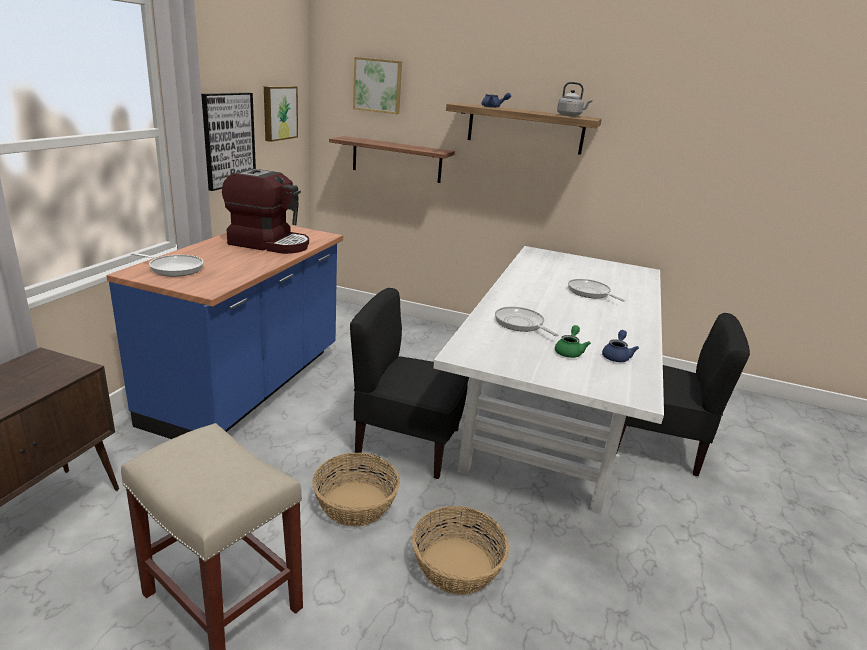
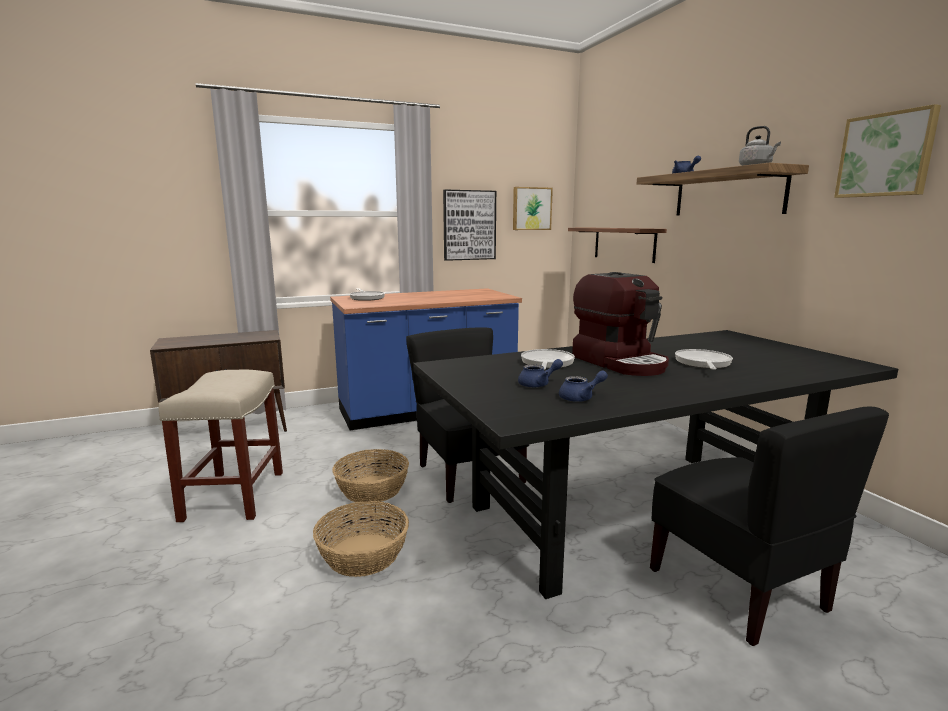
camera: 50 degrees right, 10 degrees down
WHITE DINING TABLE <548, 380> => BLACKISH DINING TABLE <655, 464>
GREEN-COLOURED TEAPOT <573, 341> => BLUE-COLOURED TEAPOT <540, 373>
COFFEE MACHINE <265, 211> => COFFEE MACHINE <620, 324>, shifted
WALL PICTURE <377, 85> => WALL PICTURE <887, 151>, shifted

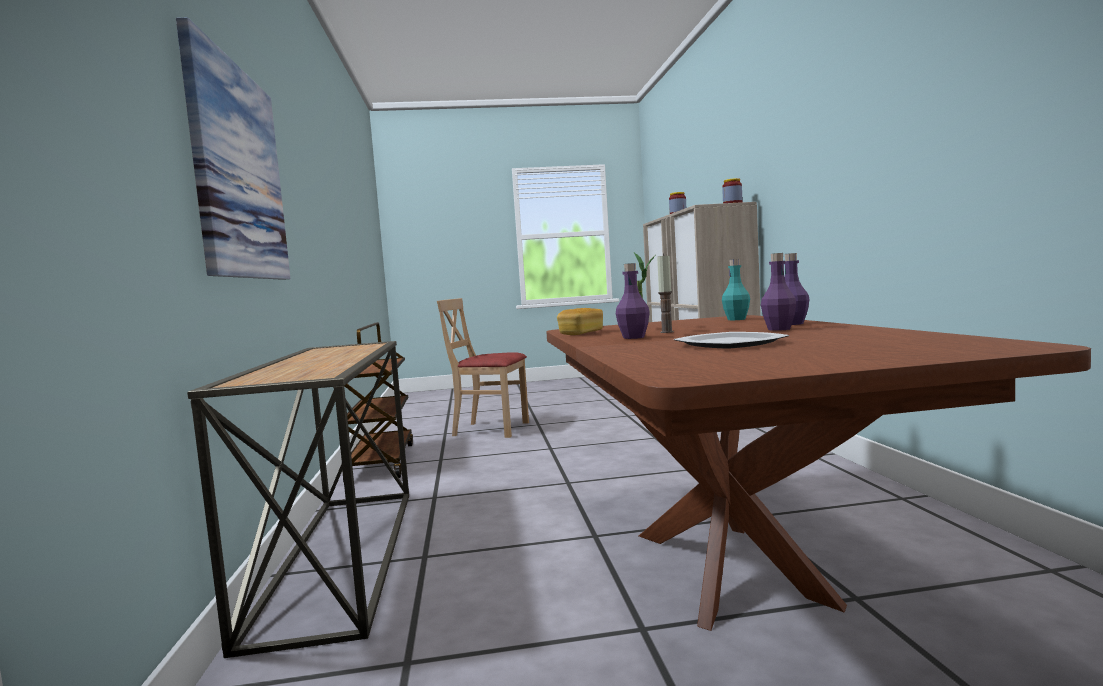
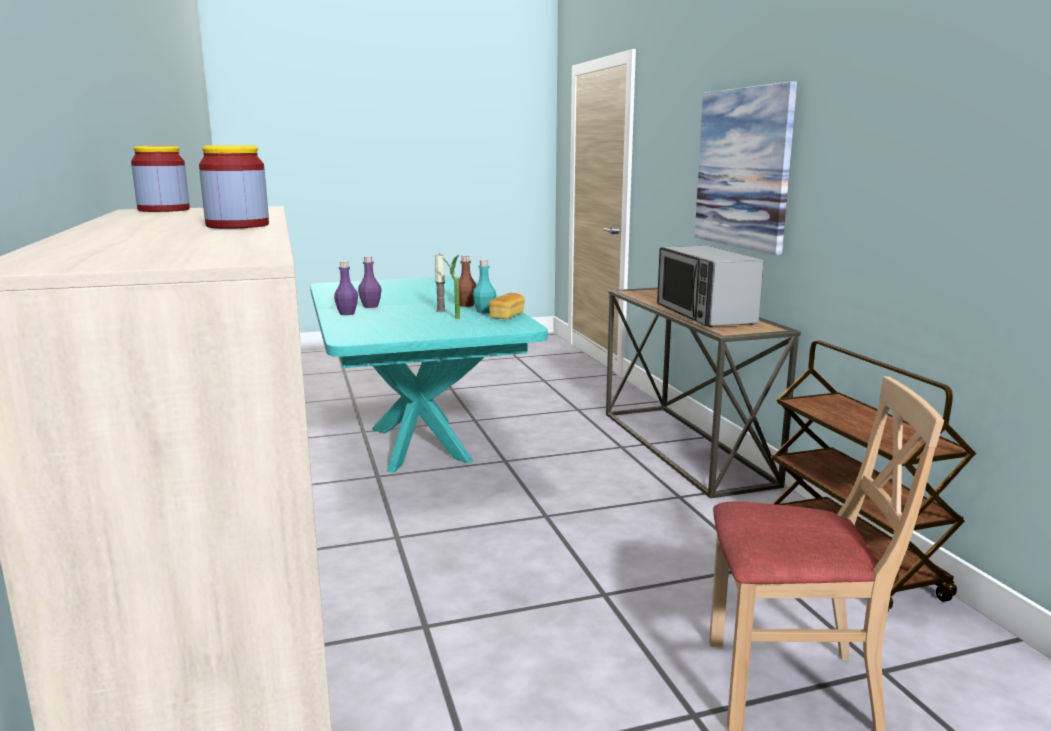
camera: 170 degrees right, 10 degrees up
BROWN DINING TABLE <818, 473> => BLUE-GREEN DINING TABLE <429, 374>
PURPLE-COLOURED BOTTLE <633, 301> => BROWN BOTTLE <468, 281>
BLUE-GREEN BOTTLE <736, 289> => BLUE-GREEN BOTTLE <484, 286>, shifted
nothing => KITCHEN MICROWAVE <710, 286>
FLAT DISH <731, 340> => nothing

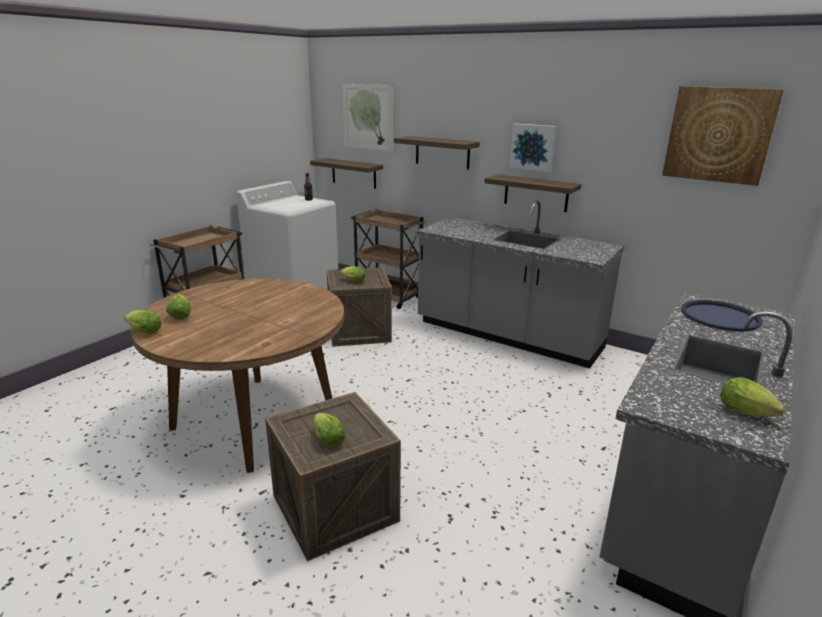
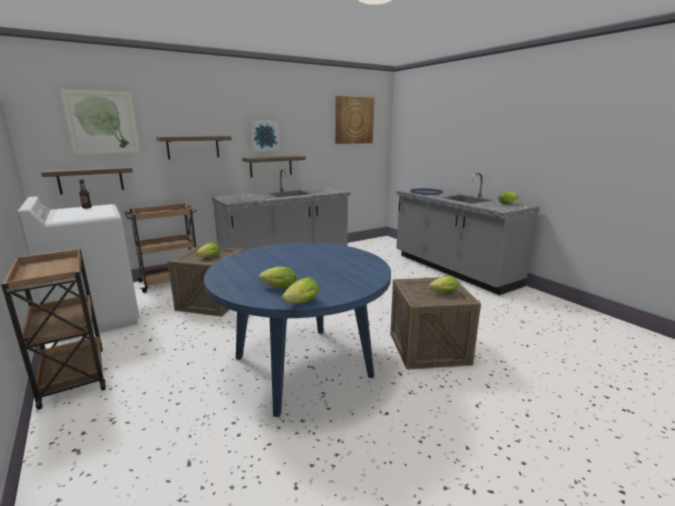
camera: 65 degrees left, 5 degrees down
BROWN DINING TABLE <237, 375> => BLUE-COLOURED DINING TABLE <297, 330>

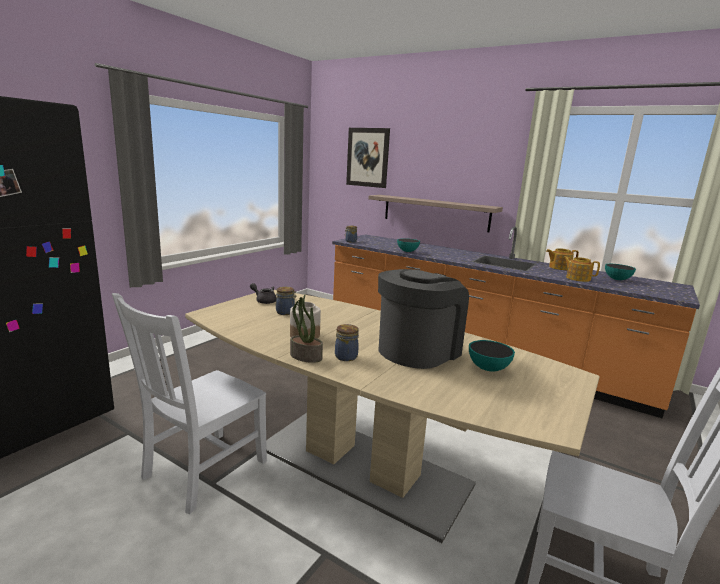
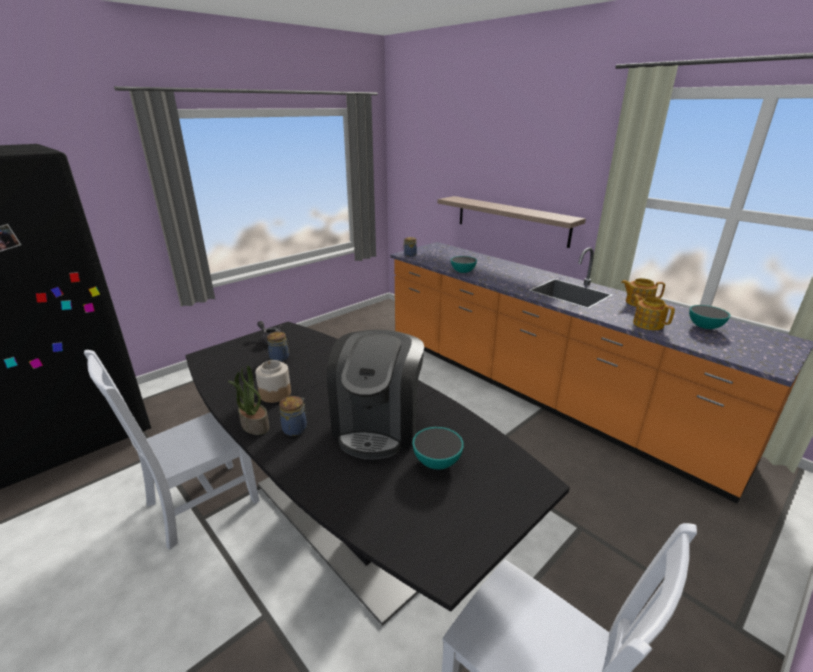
camera: 15 degrees right, 10 degrees up
BEIGE DINING TABLE <392, 416> => BLACKISH DINING TABLE <377, 474>
COFFEE MACHINE <423, 319> => COFFEE MACHINE <375, 395>, 135 degrees clockwise
WALL PICTURE <368, 158> => nothing

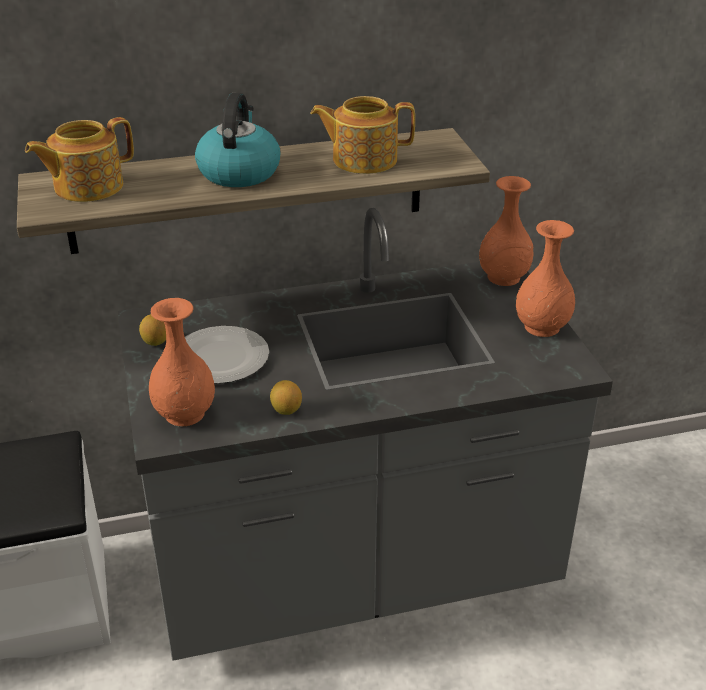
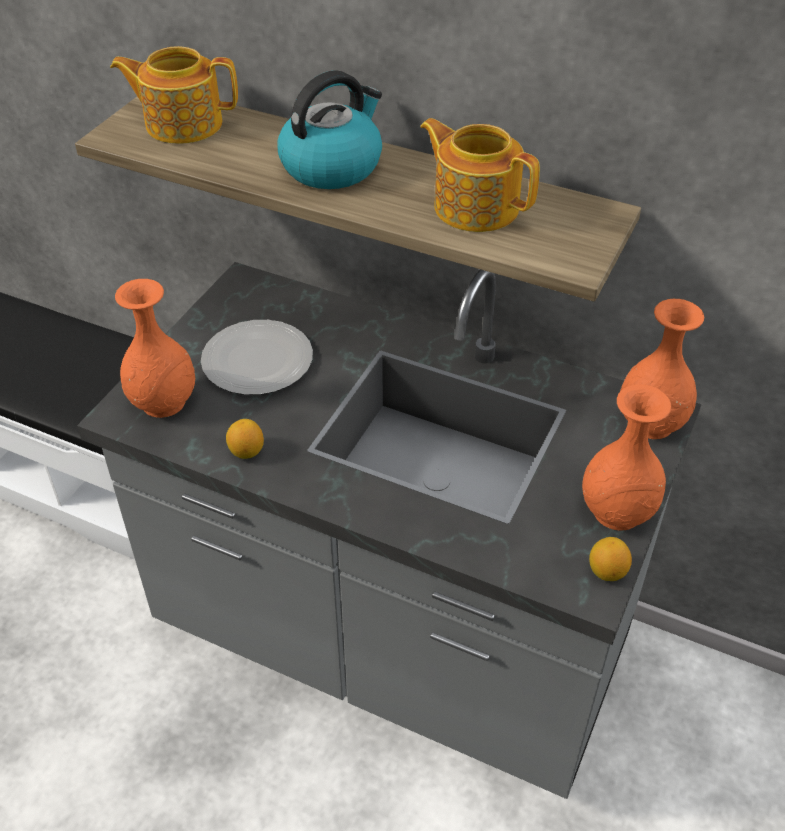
camera: 40 degrees right, 10 degrees up
CITRUS FRUIT <152, 330> => CITRUS FRUIT <610, 559>, shifted

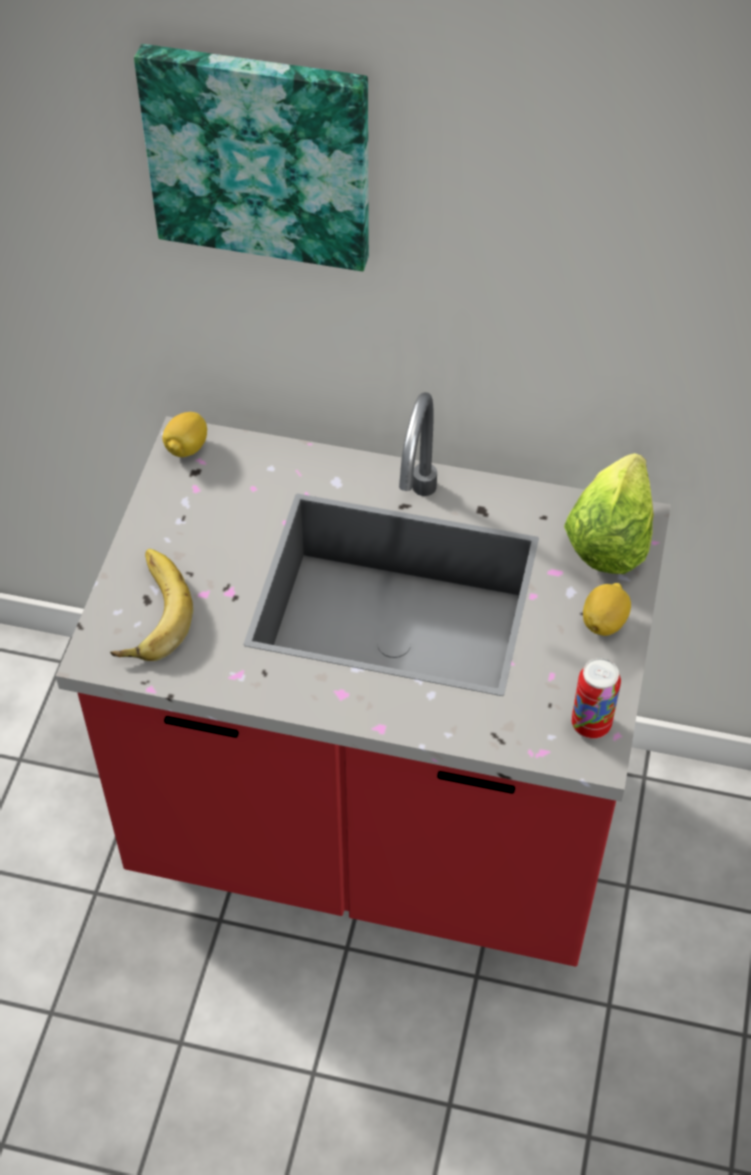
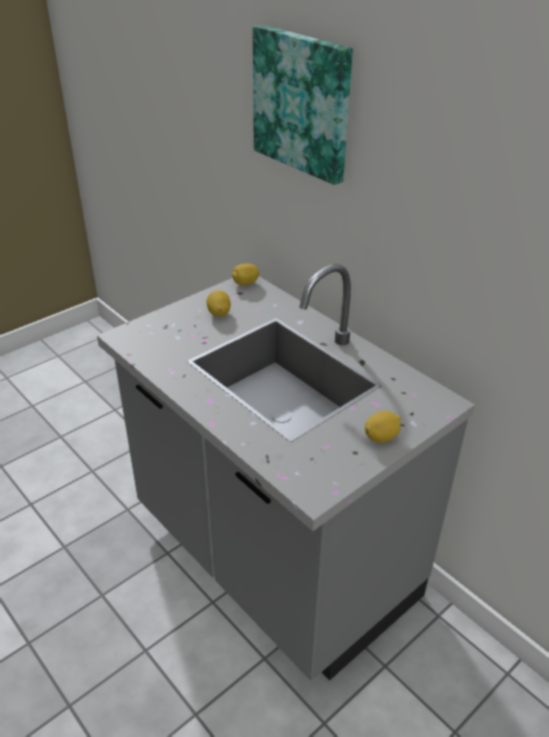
camera: 35 degrees right, 15 degrees down
RED KITCHEN COUNTER <363, 679> => GREY KITCHEN COUNTER <286, 472>
nothing => CITRUS FRUIT <219, 303>
BANANA FRUIT <151, 605> => nothing
HEAD OF LETTUCE <609, 513> => nothing
CAN <596, 698> => nothing

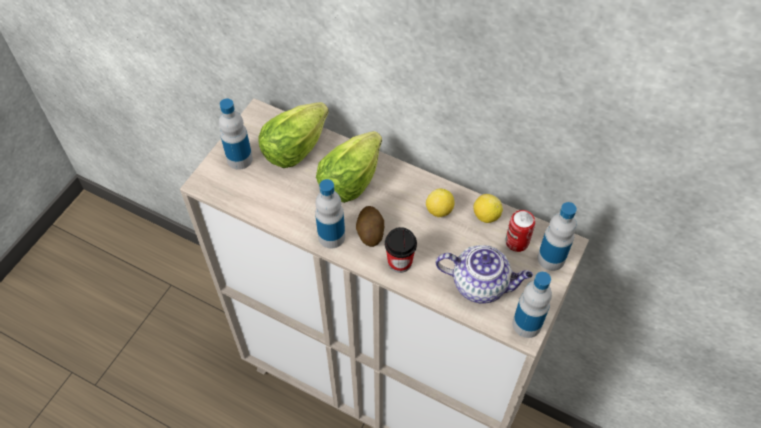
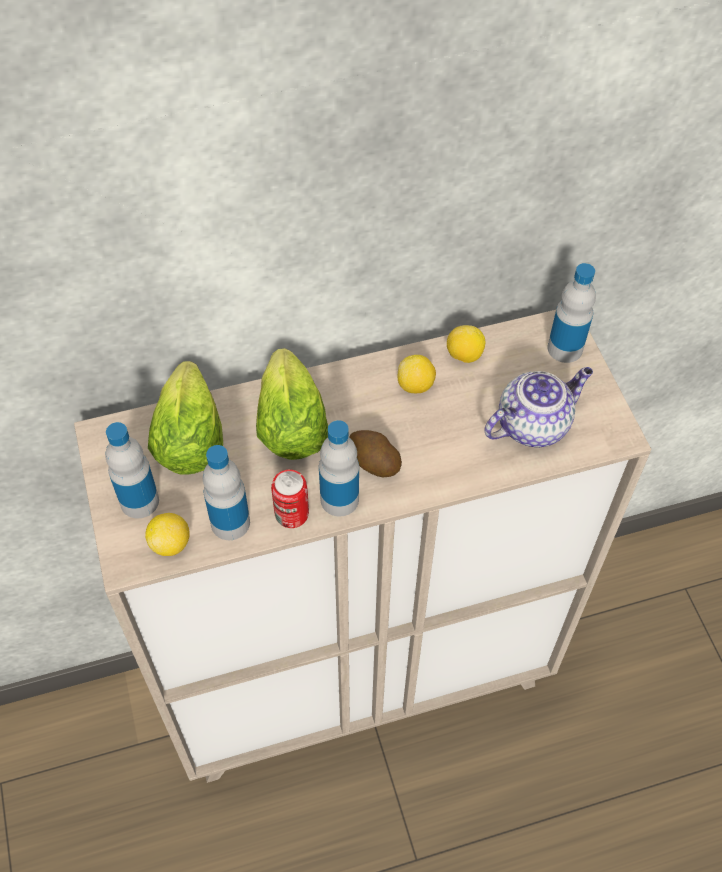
camera: 45 degrees left, 0 degrees up
nothing => CITRUS FRUIT <167, 534>
BOTTLE <532, 305> => BOTTLE <226, 492>, shifted
CAN <520, 231> => CAN <290, 499>, shifted
SMALL CUP <401, 250> => nothing

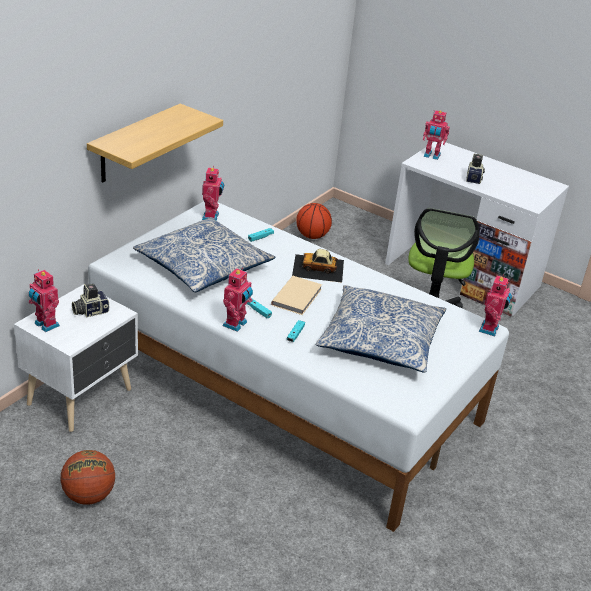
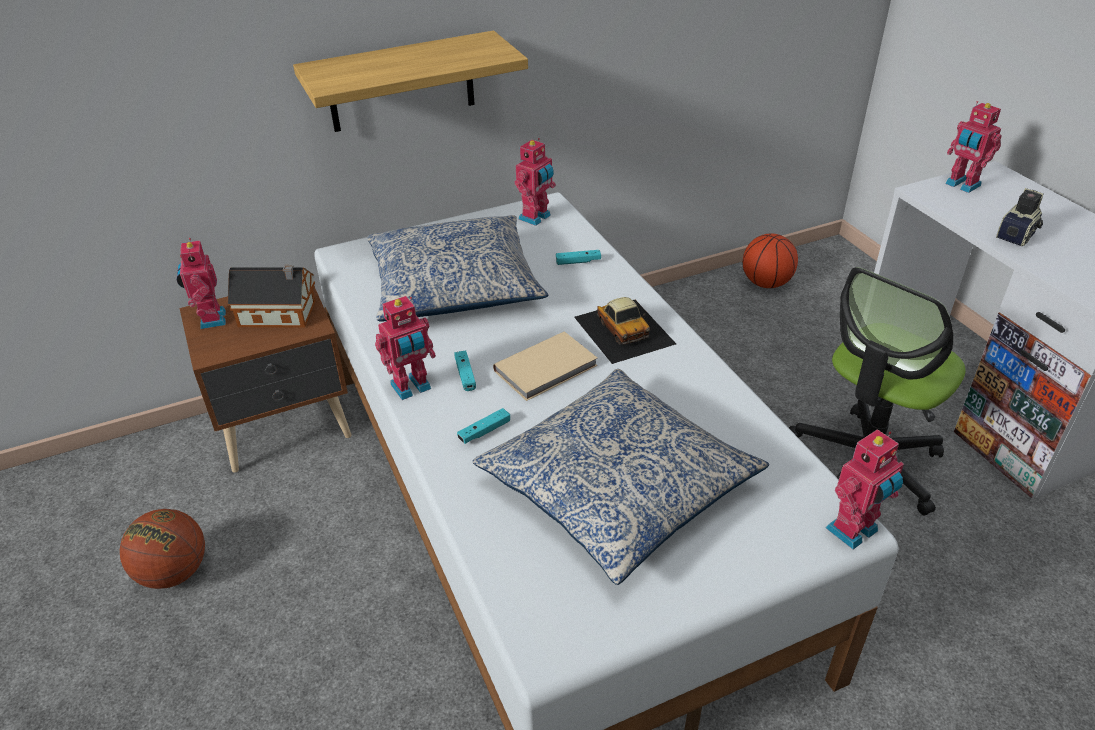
camera: 35 degrees right, 5 degrees up
WHITE BEDSIDE TABLE <76, 358> => BROWN BEDSIDE TABLE <265, 379>
PHOTO CAMERA <90, 301> => MODEL HOUSE <272, 296>
TOY CAR <318, 266> => TOY CAR <625, 330>, 150 degrees counterclockwise

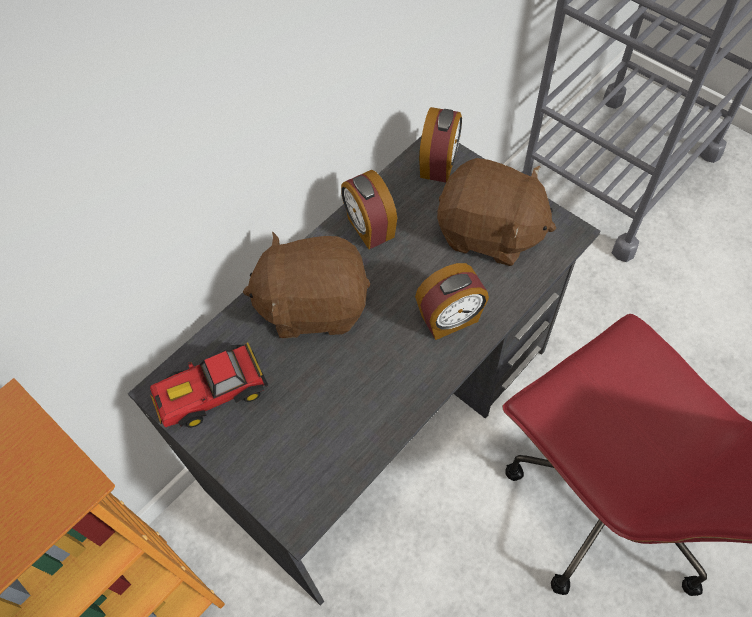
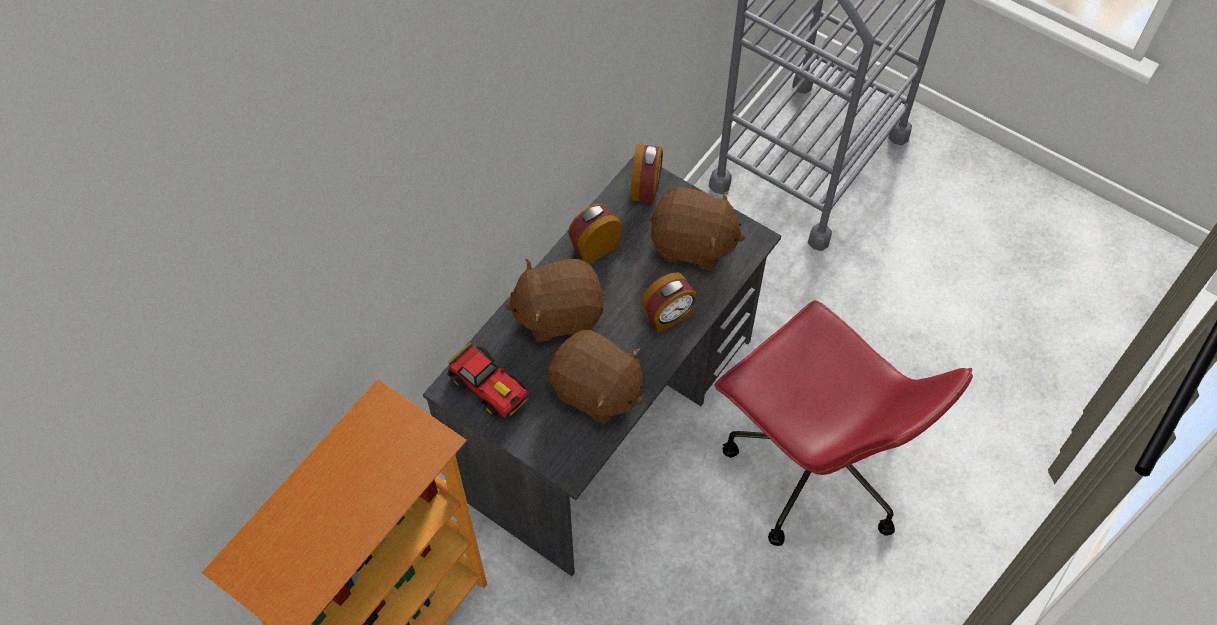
camera: 10 degrees left, 0 degrees up
TOY CAR <209, 385> => TOY CAR <488, 380>, 105 degrees counterclockwise
nothing => BROWN SOFT TOY <595, 377>
TABLE CLOCK <369, 209> => TABLE CLOCK <595, 233>, 90 degrees clockwise

